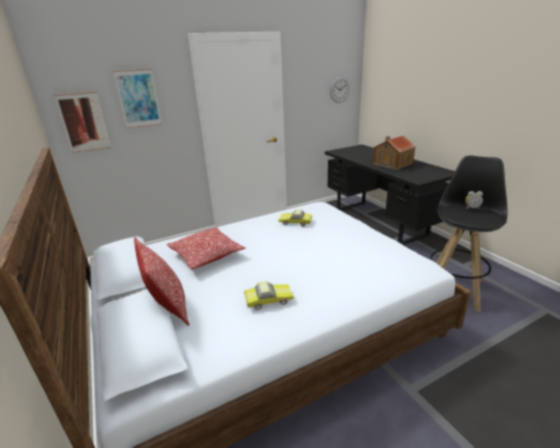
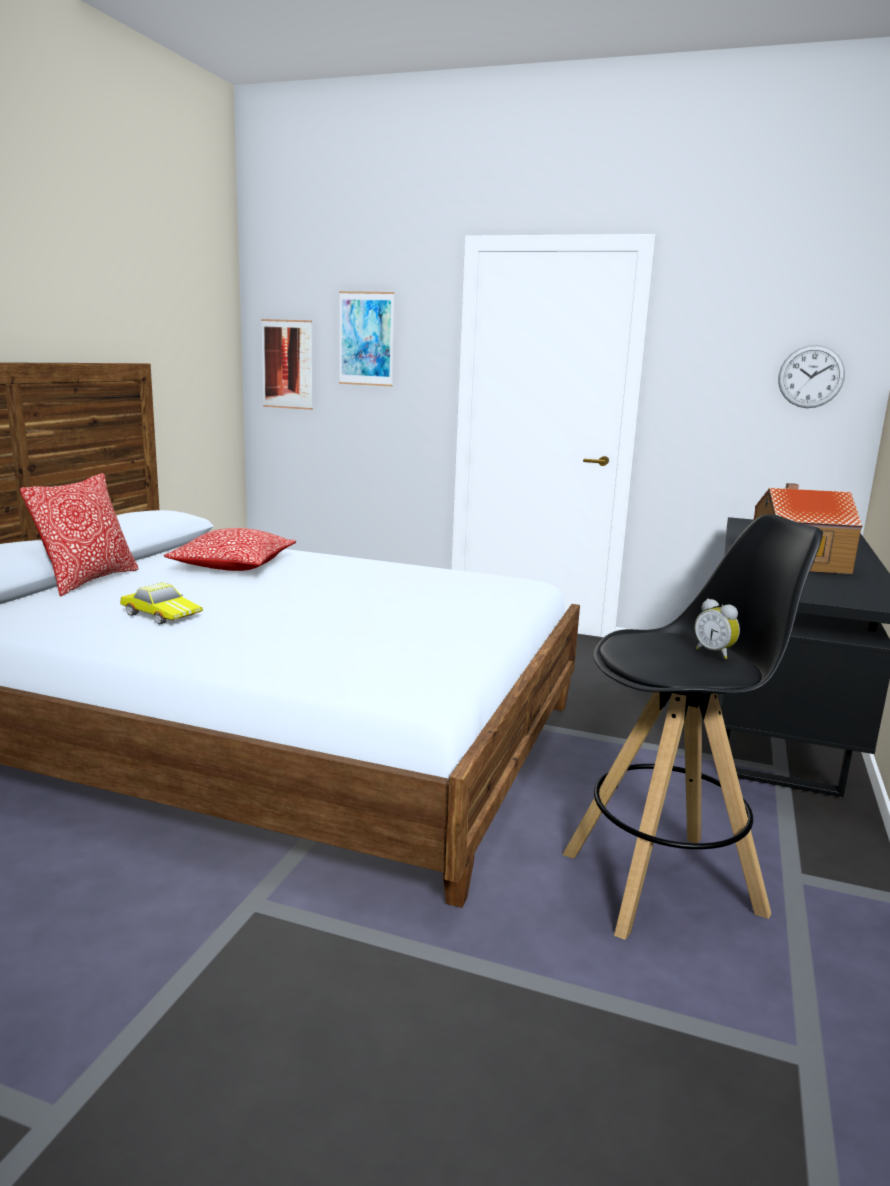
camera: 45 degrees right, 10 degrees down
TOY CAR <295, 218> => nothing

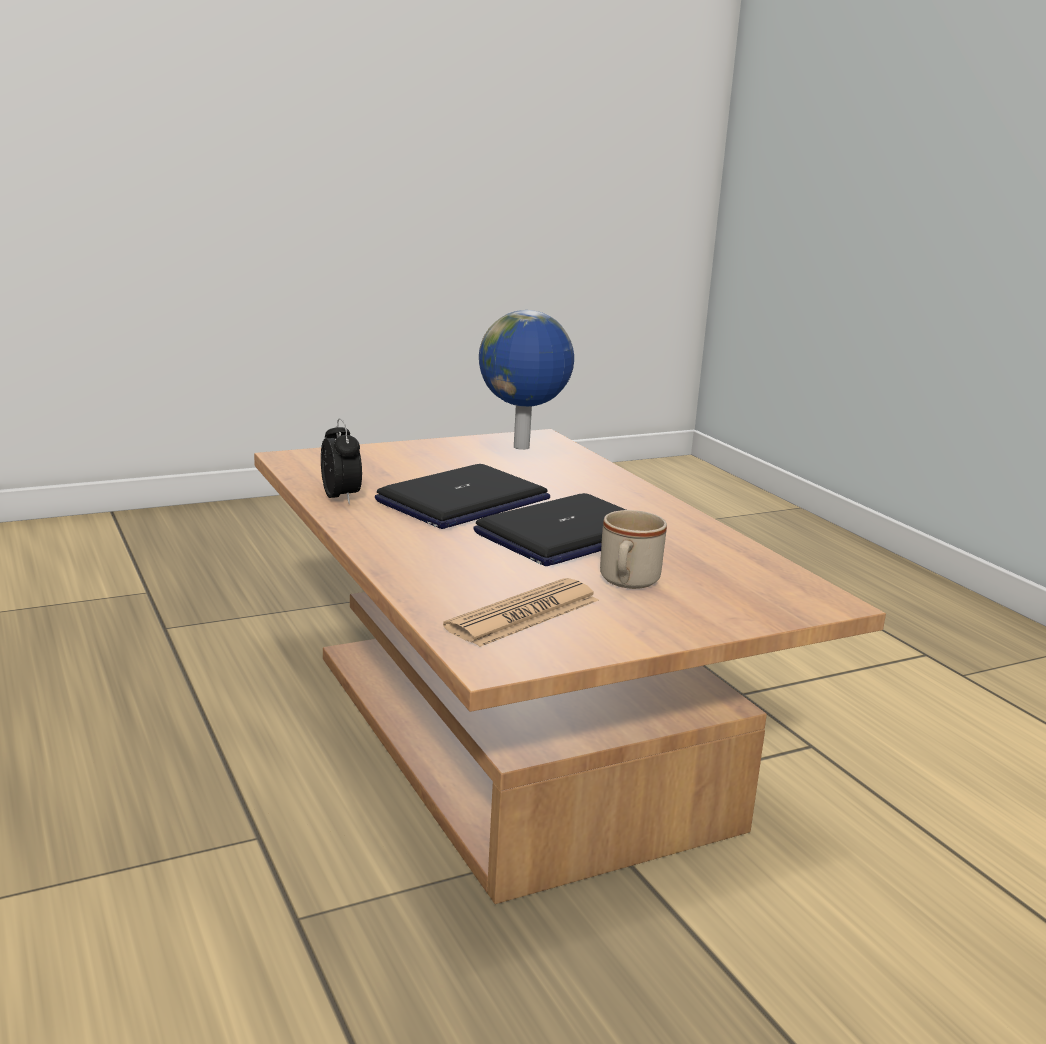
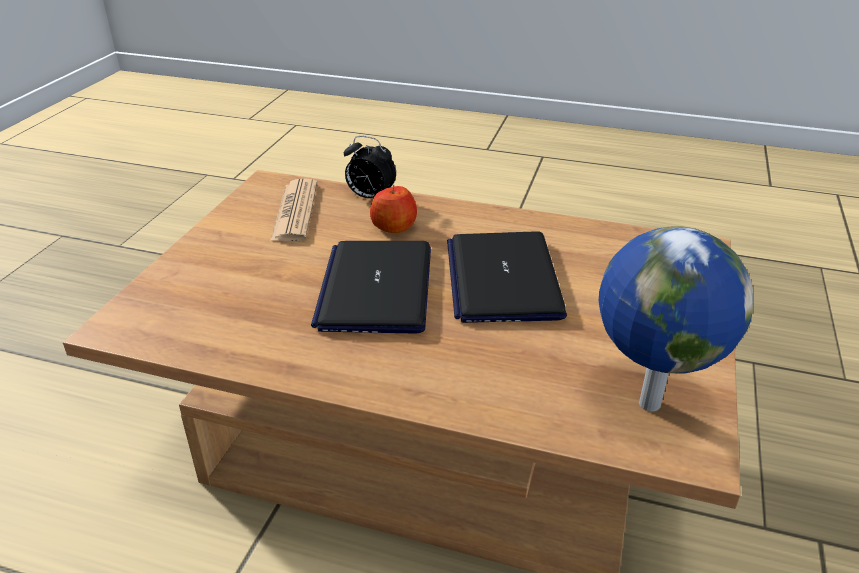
camera: 135 degrees right, 15 degrees up
TABLE CLOCK <341, 461> => TABLE CLOCK <370, 167>, shifted
nothing => APPLE <393, 209>
BEIGE MUG <633, 549> => nothing

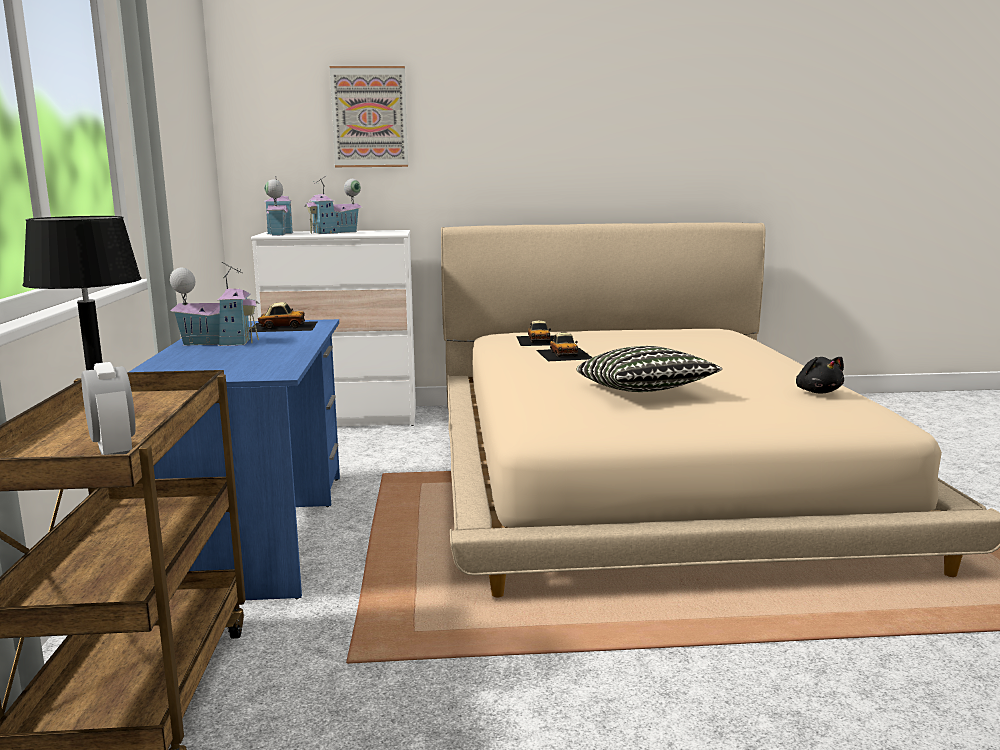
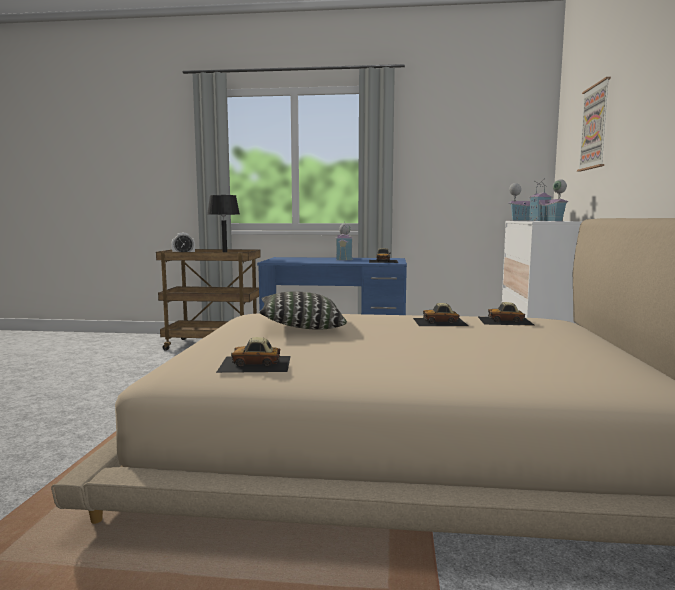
camera: 100 degrees right, 5 degrees down
BLACKISH SOFT TOY <820, 375> => TOY CAR <253, 355>

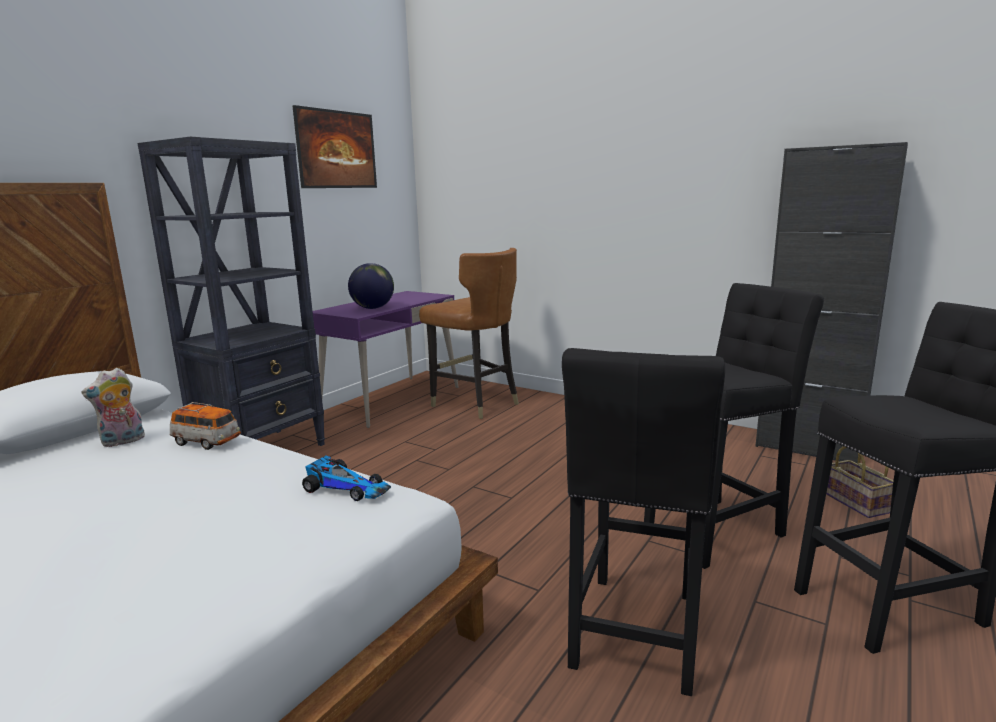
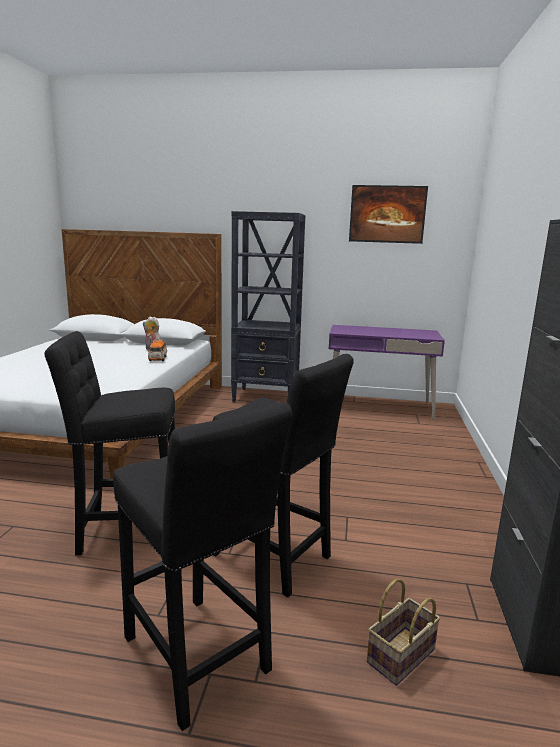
camera: 65 degrees right, 0 degrees up
TOY CAR <346, 478> => nothing
GLOBE <371, 286> => nothing
BROWN CHAIR <469, 333> => nothing

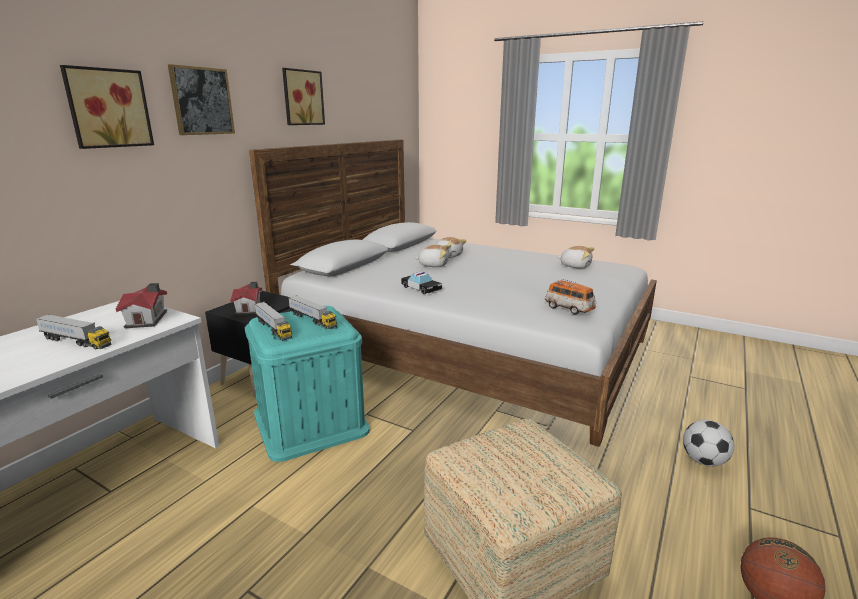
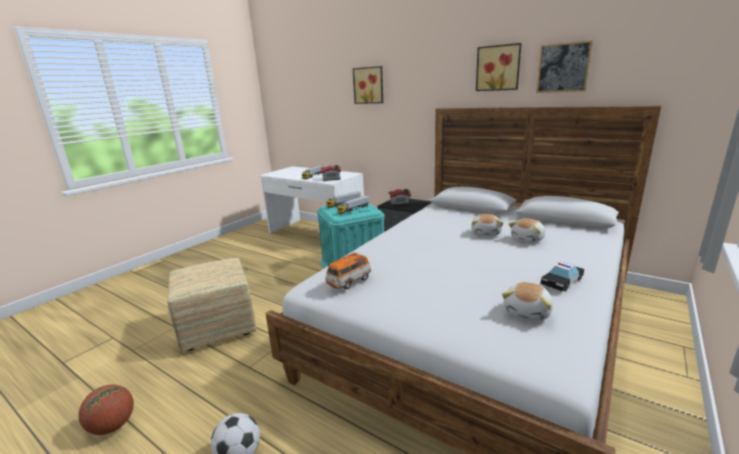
camera: 95 degrees right, 0 degrees up
WALL PICTURE <201, 99> => WALL PICTURE <564, 66>, shifted
TOY CAR <421, 283> => TOY CAR <562, 276>, shifted

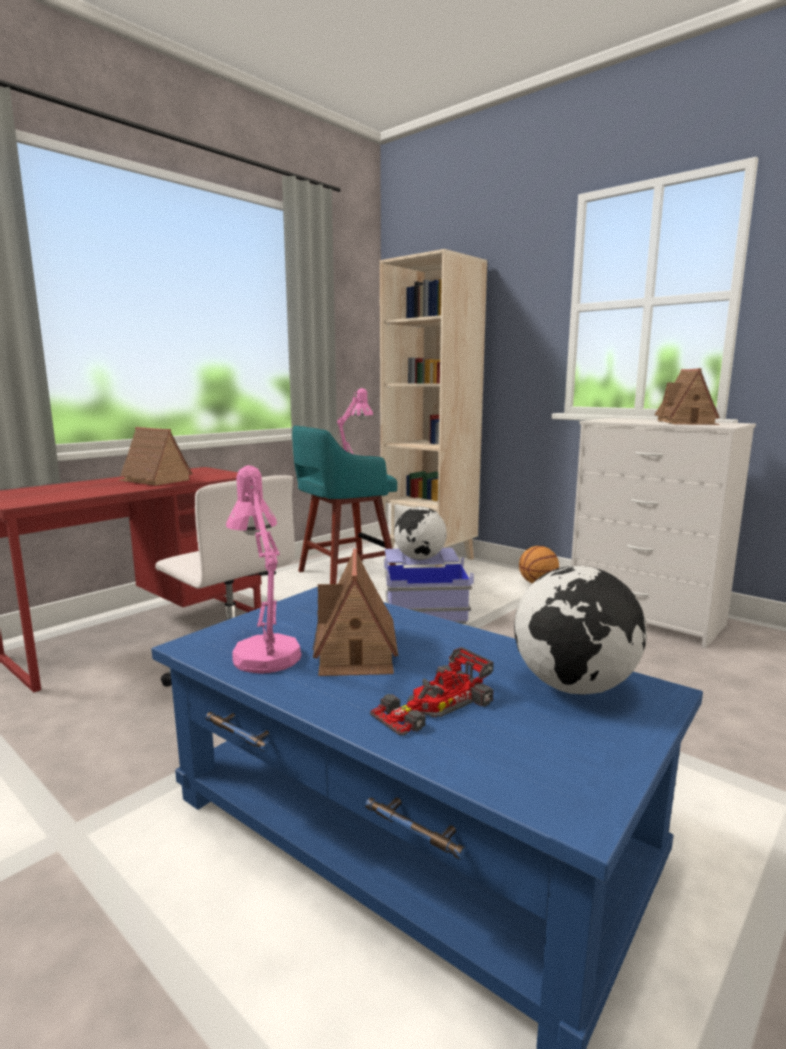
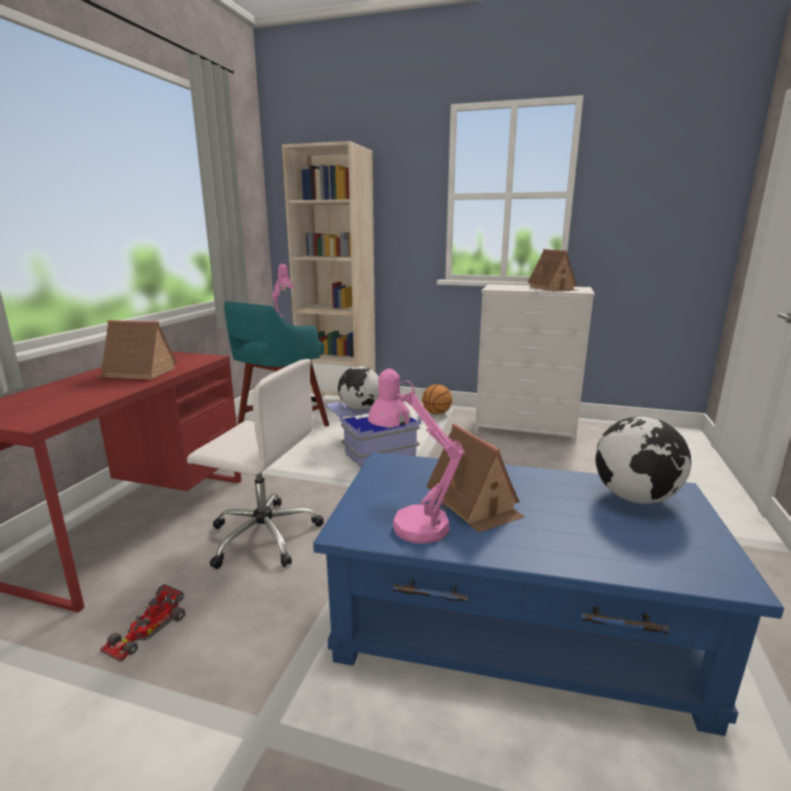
camera: 25 degrees left, 5 degrees up
TOY CAR <432, 691> => TOY CAR <142, 623>, shifted

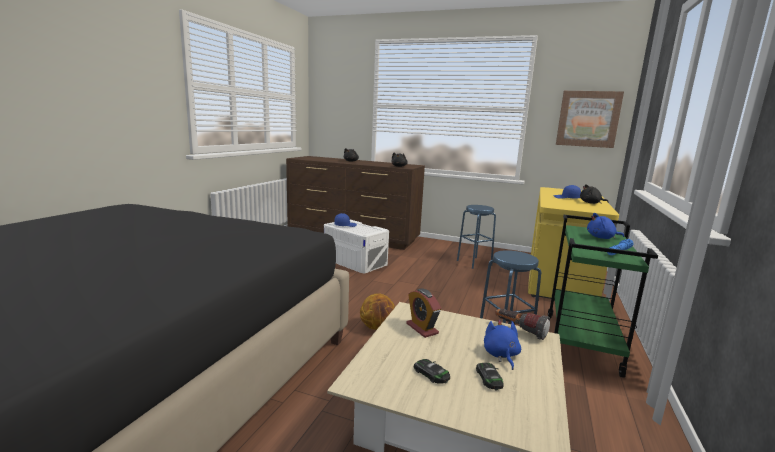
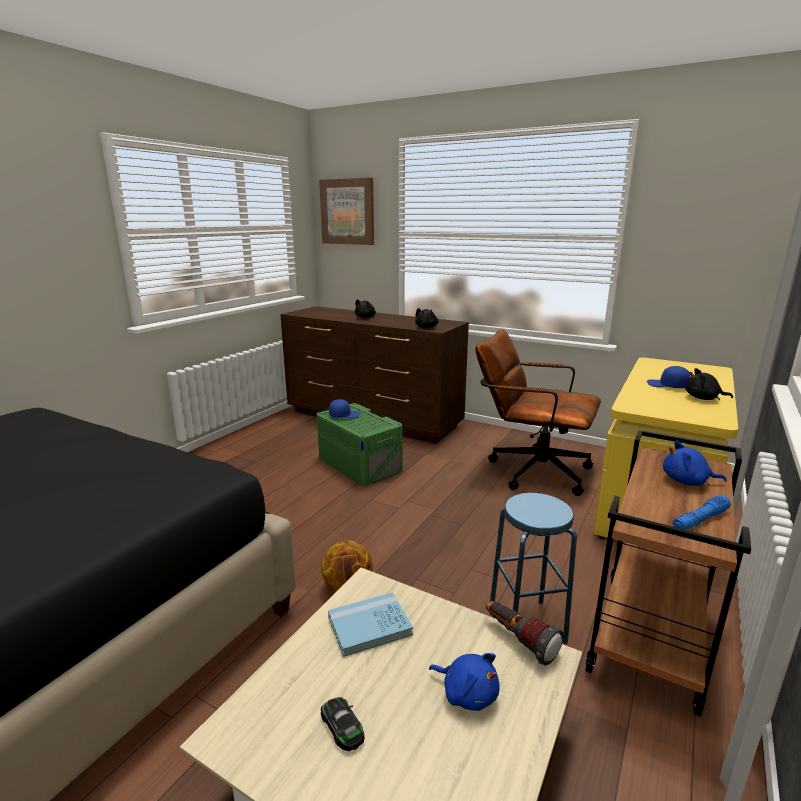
camera: 10 degrees right, 5 degrees up
WHITE STORAGE CONTAINER <356, 246> => GREEN-COLOURED STORAGE CONTAINER <360, 444>
WALL PICTURE <590, 119> => WALL PICTURE <346, 211>, shifted
TABLE CLOCK <423, 313> => BLUE-COLOURED VOLUME <370, 624>
BLUE-COLOURED SOFT TOY <502, 344> => BLUE-COLOURED SOFT TOY <464, 682>, 120 degrees clockwise
BLUE-COLOURED STOOL SEAT <476, 237> => BROWN OFFICE CHAIR <538, 412>
GREEN-COLOURED WHEELED CART <603, 296> => BROWN WHEELED CART <668, 573>
TOY CAR <490, 376> => nothing

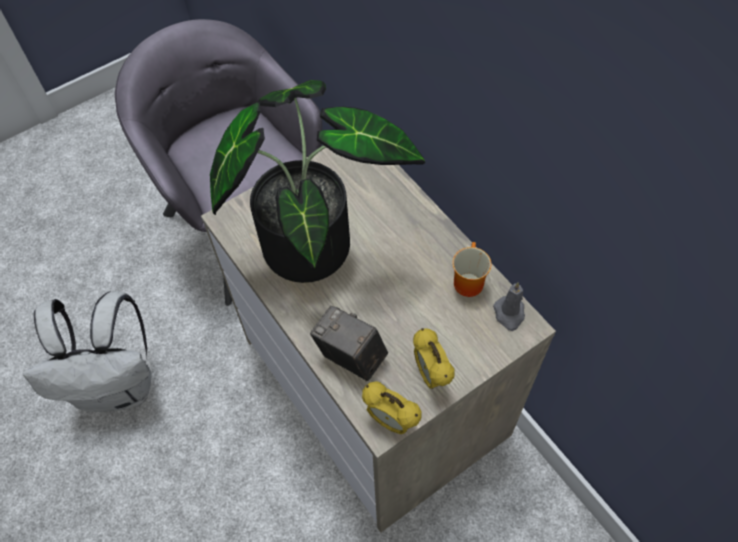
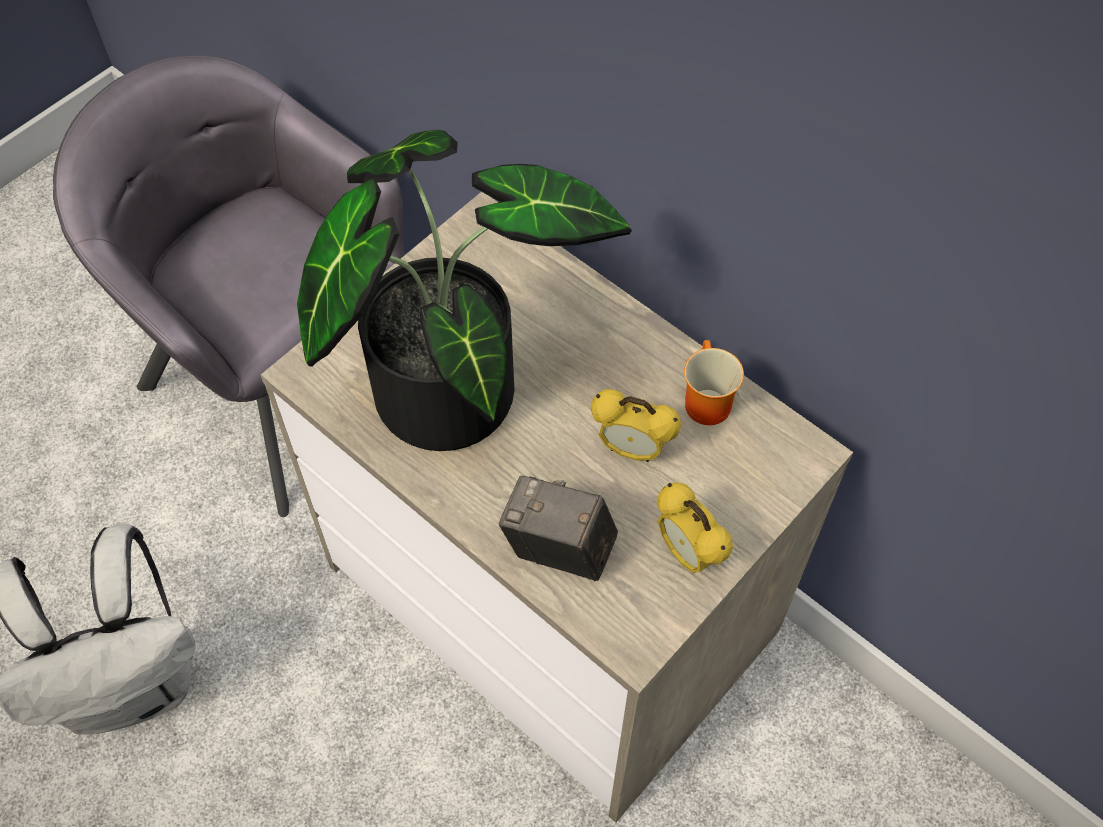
camera: 15 degrees left, 0 degrees up
TABLE CLOCK <392, 407> => TABLE CLOCK <636, 425>, shifted
GREY WAX LIGHT <509, 306> => nothing

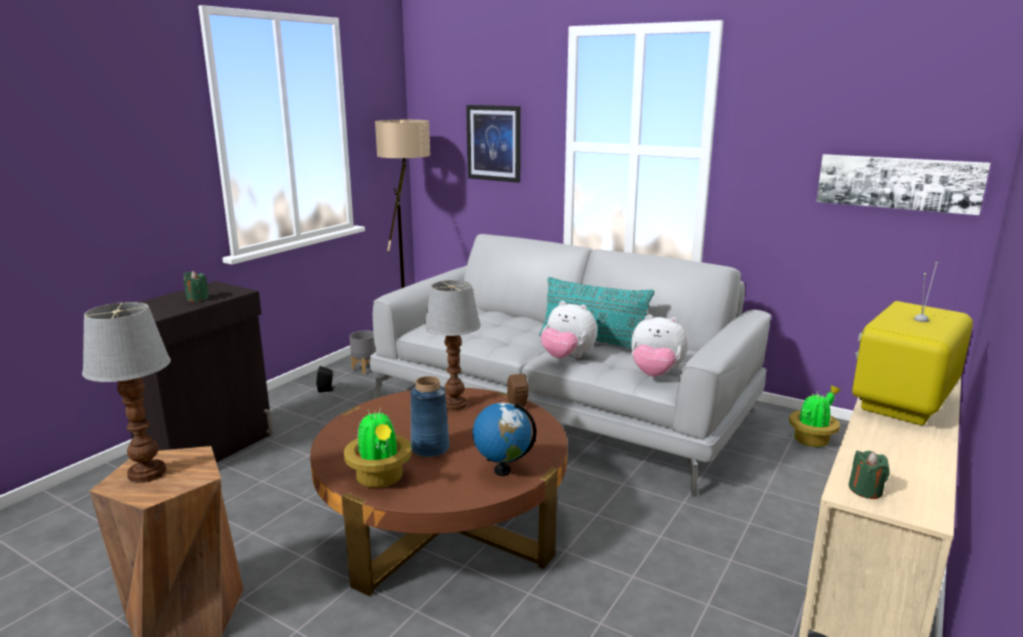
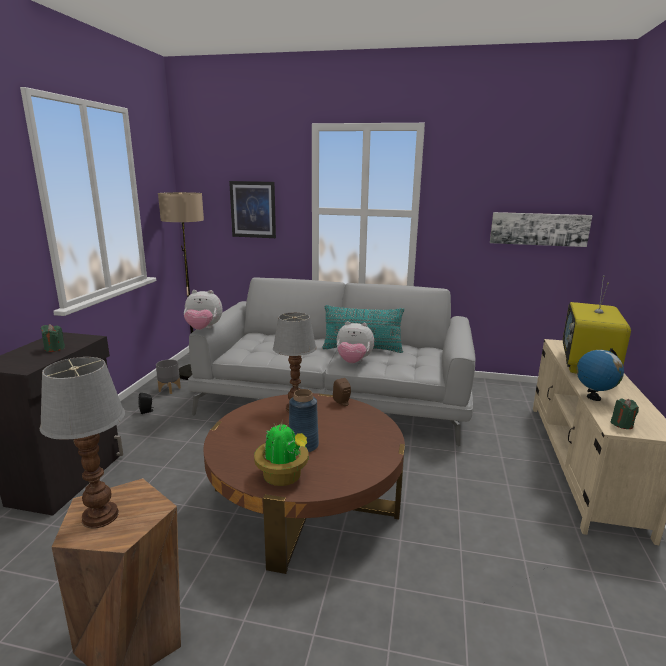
camera: 20 degrees left, 0 degrees up
SOFT TOY <659, 345> => SOFT TOY <203, 310>, shifted
GLOBE <504, 439> => GLOBE <600, 374>, shifted
PLANT IN A POT <815, 416> => nothing

